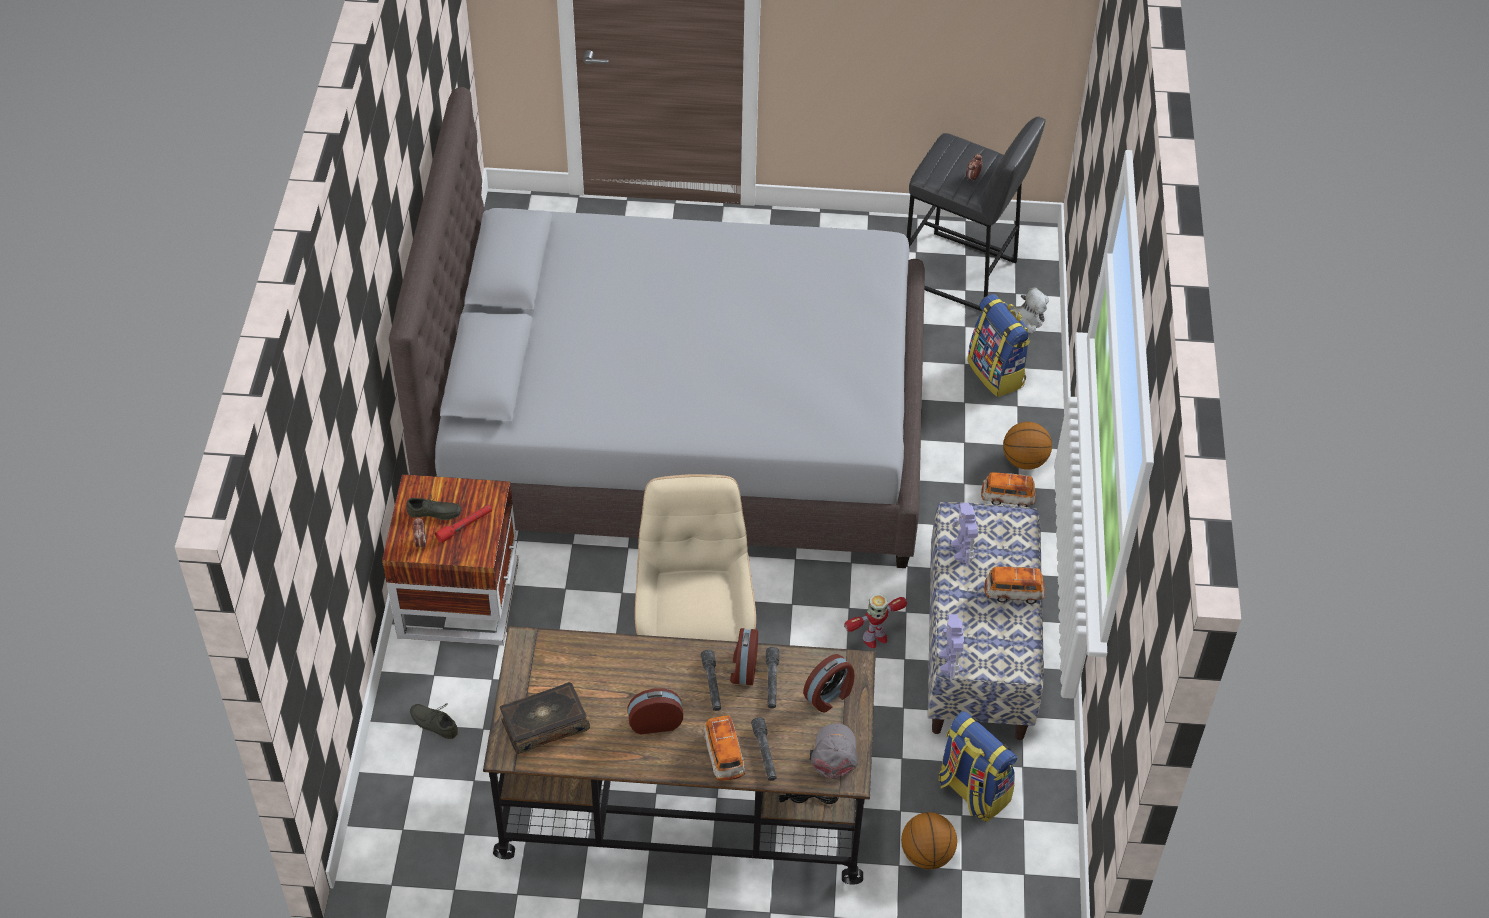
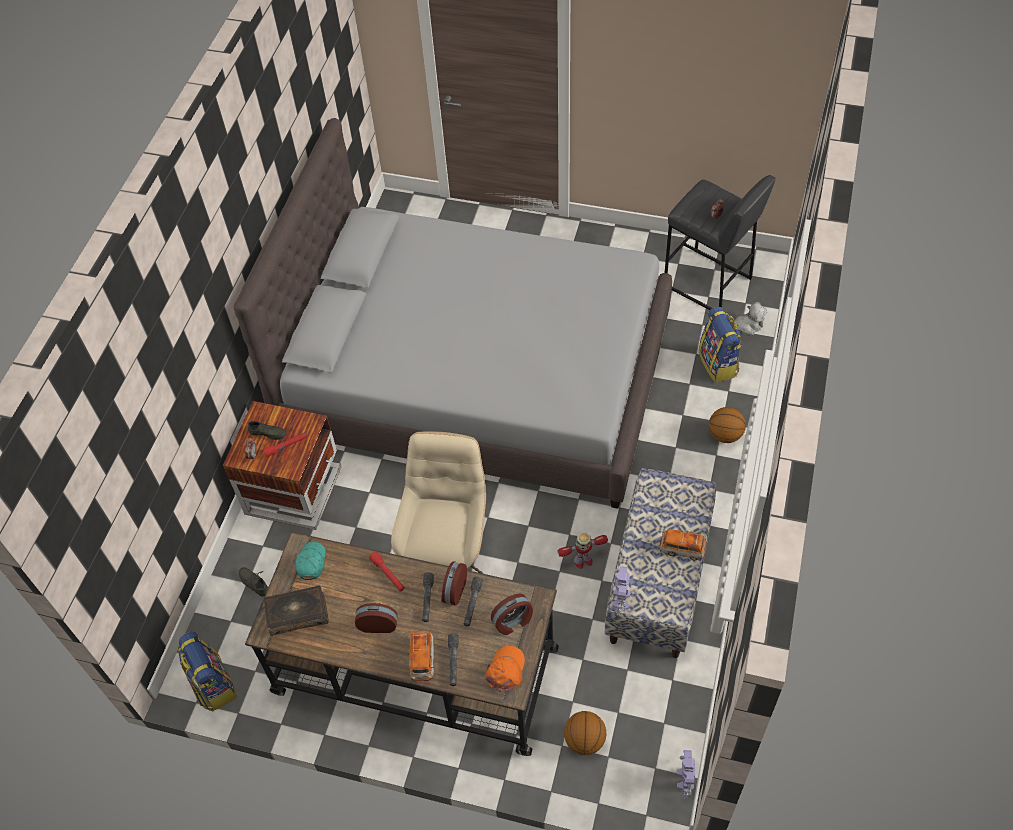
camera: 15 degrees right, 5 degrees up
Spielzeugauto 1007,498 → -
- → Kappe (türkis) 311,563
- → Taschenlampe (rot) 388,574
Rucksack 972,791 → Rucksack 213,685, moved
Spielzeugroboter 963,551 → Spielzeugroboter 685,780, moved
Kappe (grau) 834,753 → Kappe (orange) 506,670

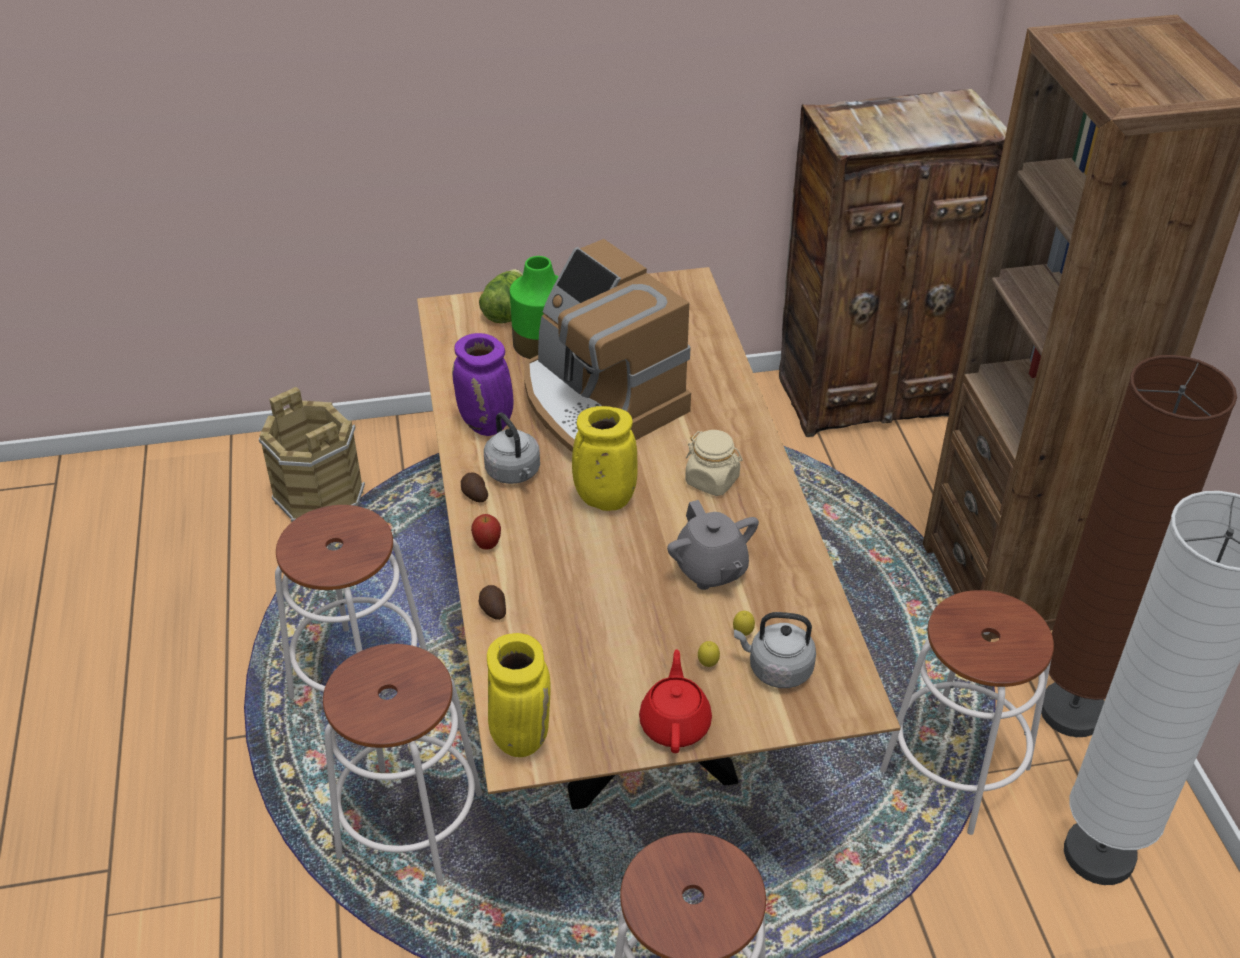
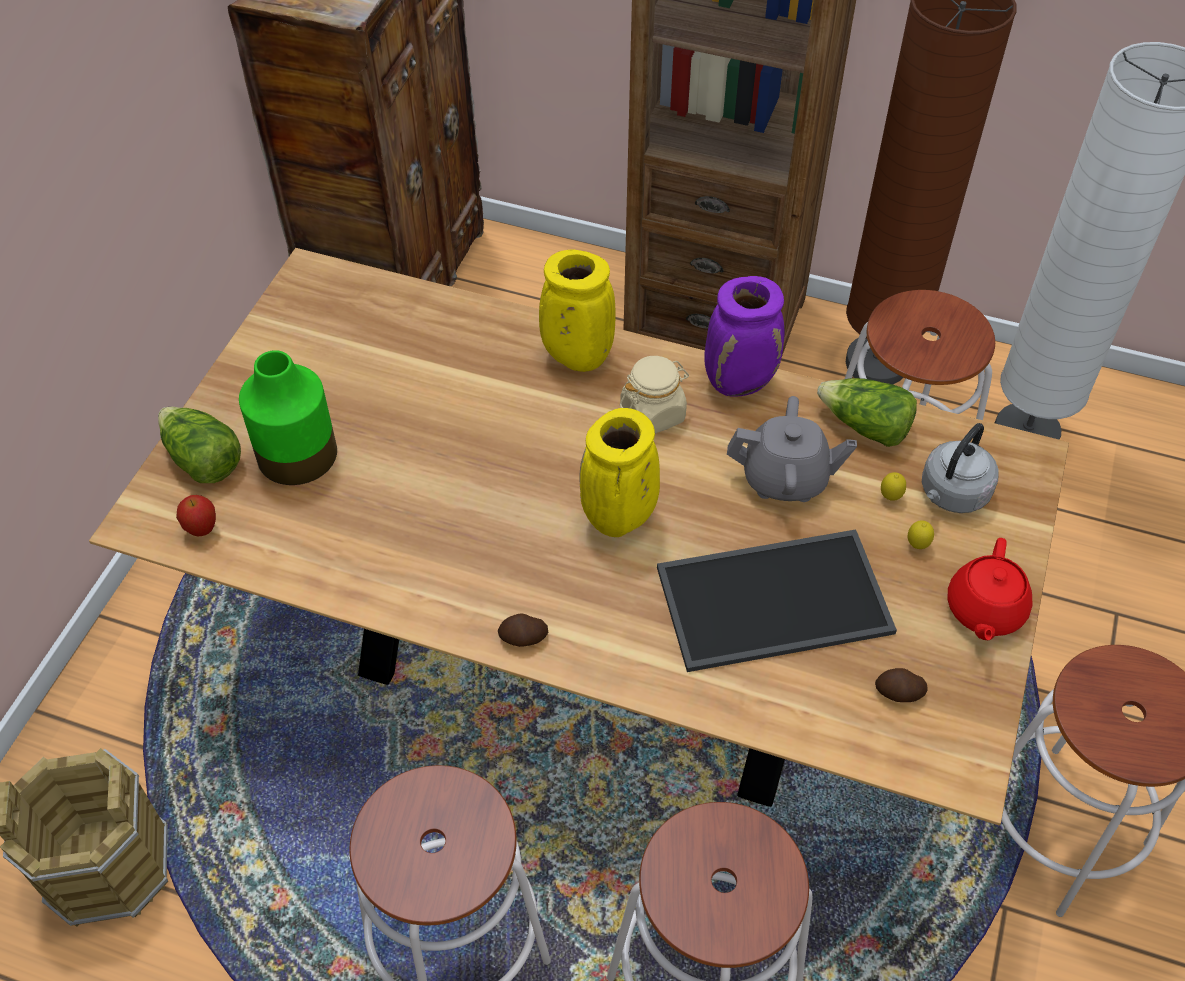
camera: 60 degrees left, 10 degrees up
Wasserkessel (grau) 514,473 → -
Kaffeemaschine 597,403 → -
- → Tablett 772,603
- → Salatkopf 865,427
Vase (lila) 487,425 → Vase (lila) 740,382, moved
Apfel 487,545 → Apfel 202,529, moved
Kartoffel 493,609 → Kartoffel 899,693, moved
Vase (gelb) 519,736 → Vase (gelb) 575,357, moved
Teekanne (rot) 675,724 → Teekanne (rot) 984,610, 105 degrees counterclockwise

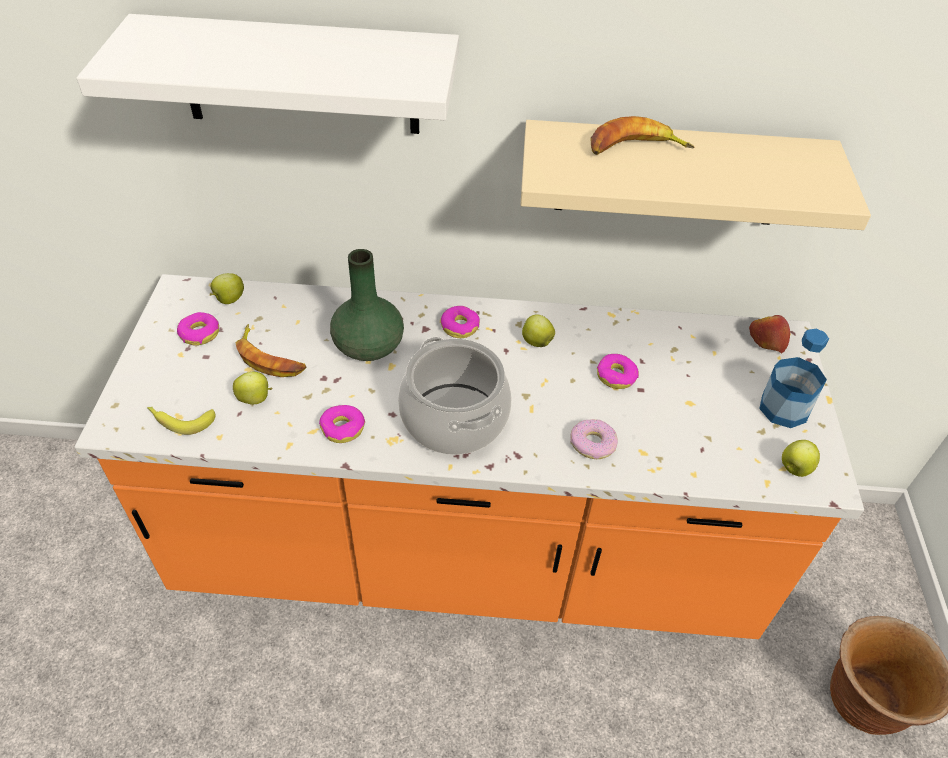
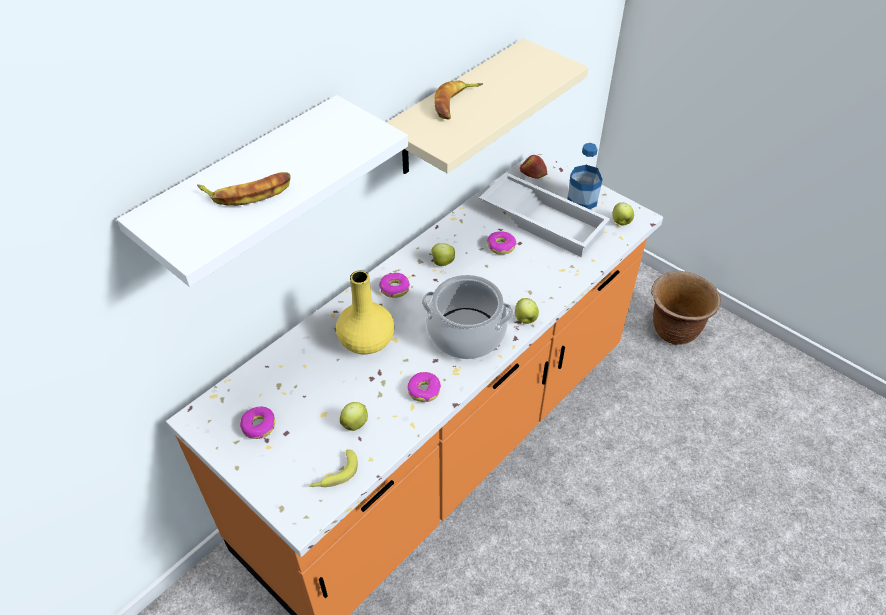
camera: 50 degrees left, 0 degrees up
Donut 592,443 → -
- → Tablett (weiß) 544,220
Apfel 229,300 → Apfel 525,319, moved
Banane 270,358 → Banane 248,192, moved
Vase (grün) 368,347 → Vase (gelb) 366,342

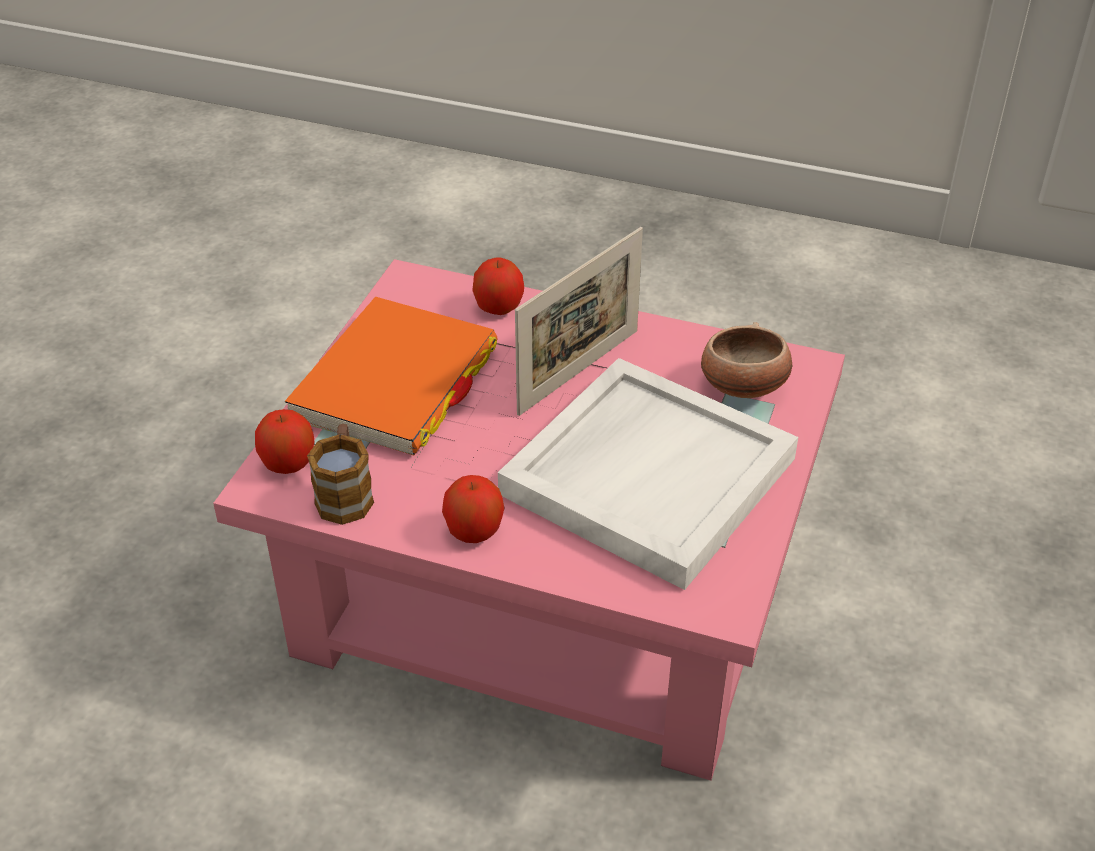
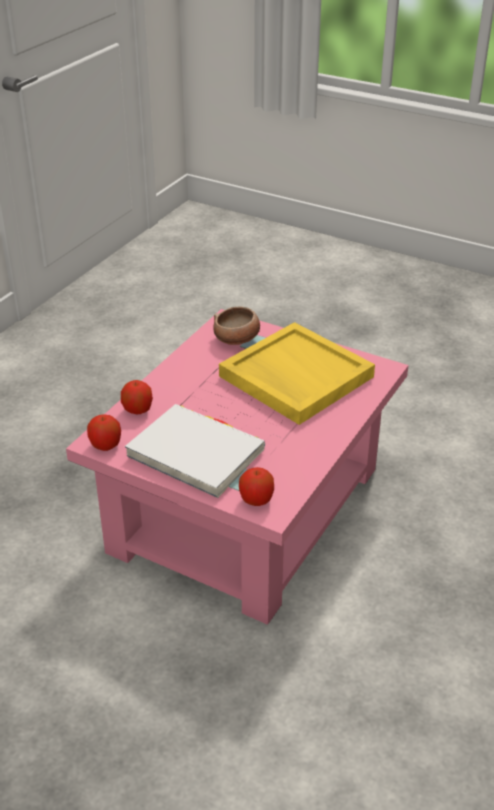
camera: 80 degrees left, 5 degrees down
Henkelbecher 345,493 → -
Bilderrahmen 579,371 → -
Apfel 474,531 → Apfel 105,445, moved
Buch (orange) 396,383 → Buch (weiß) 196,454
Tablett (weiß) 647,474 → Tablett (gelb) 294,376

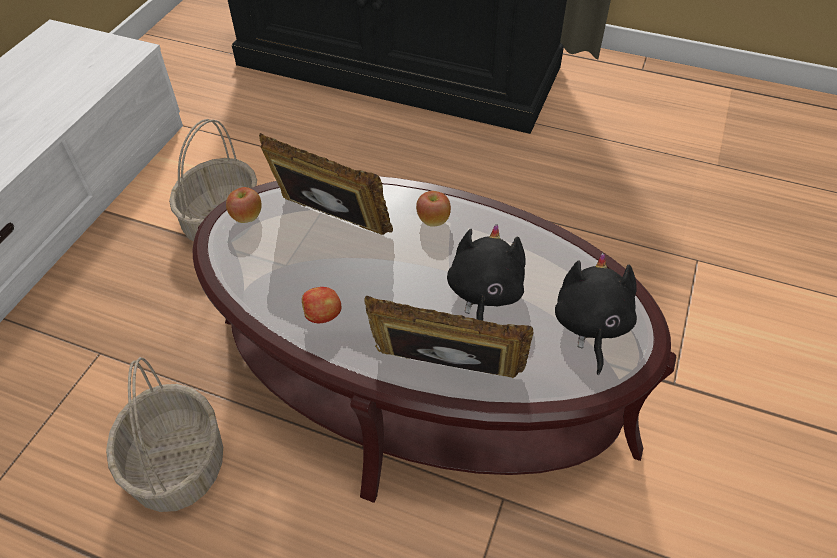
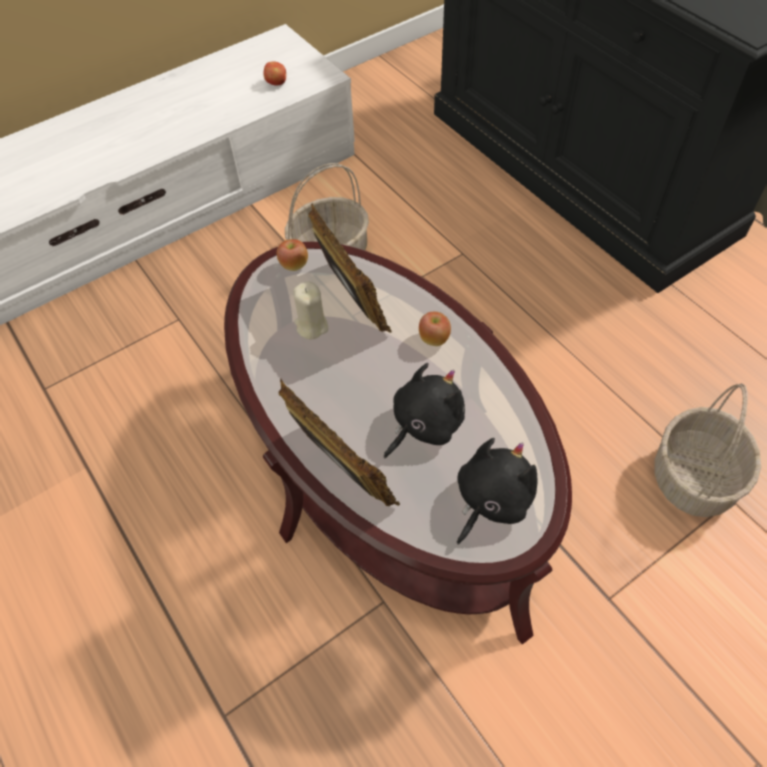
camera: 35 degrees right, 5 degrees up
- → Kerze (beige) 311,326
Korb 177,463 → Korb 693,477, moved
Apfel 323,315 → Apfel 277,83, moved

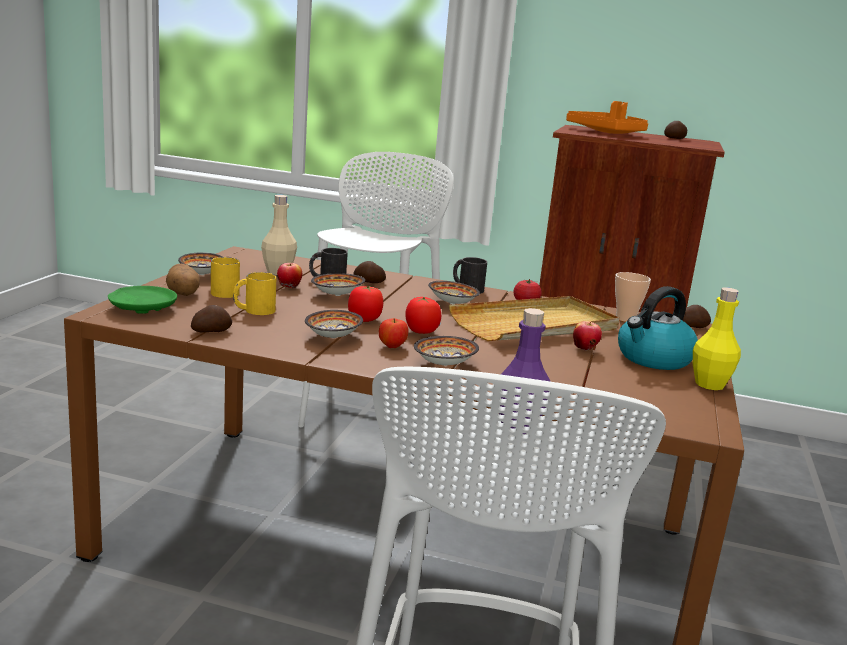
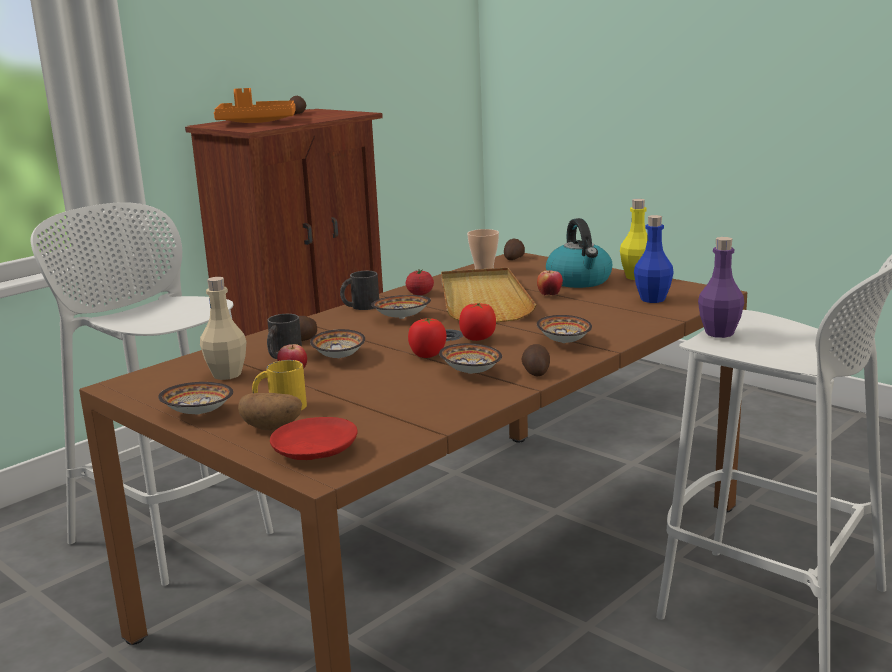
camera: 60 degrees left, 0 degrees up
Henkelbecher (gelb) 253,310 → -
Apfel 392,346 → -
- → Flasche (blau) 652,299
Kartoffel 211,331 → Kartoffel 536,372, moved
Teller (grün) 142,308 → Teller (rot) 314,451

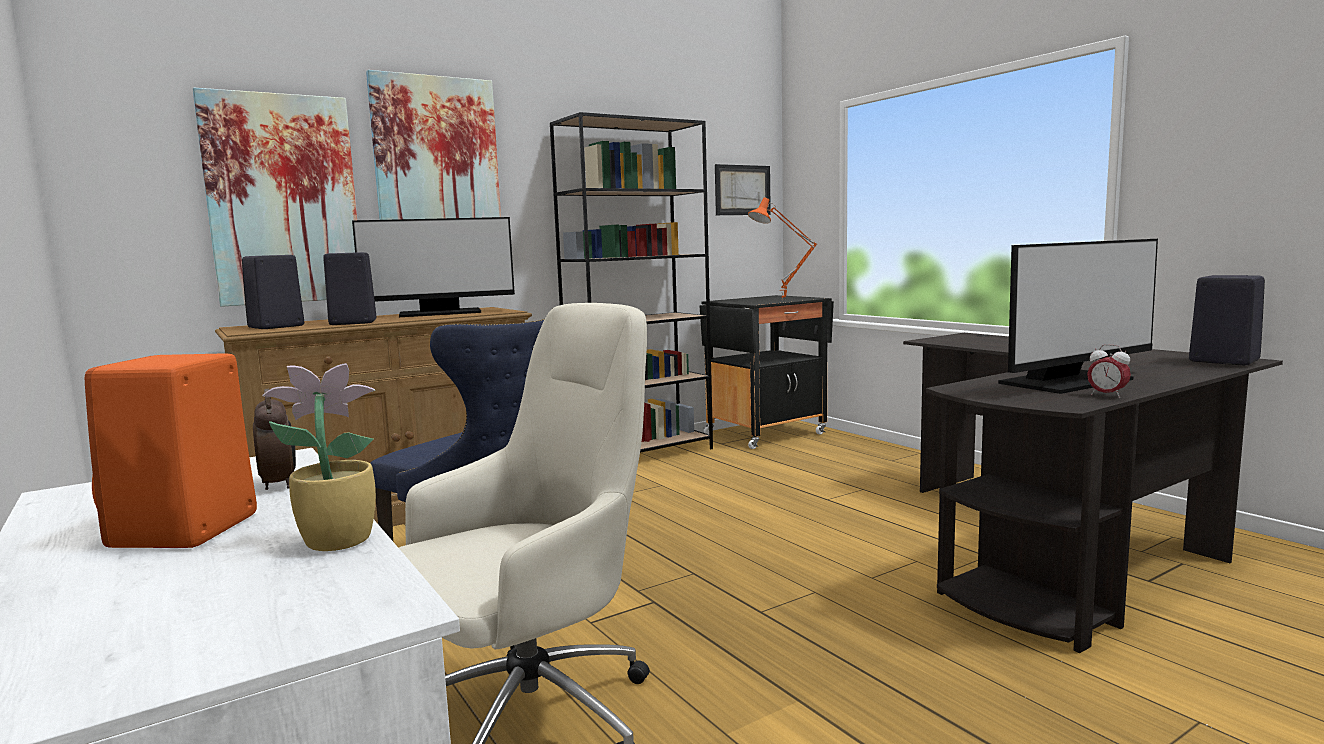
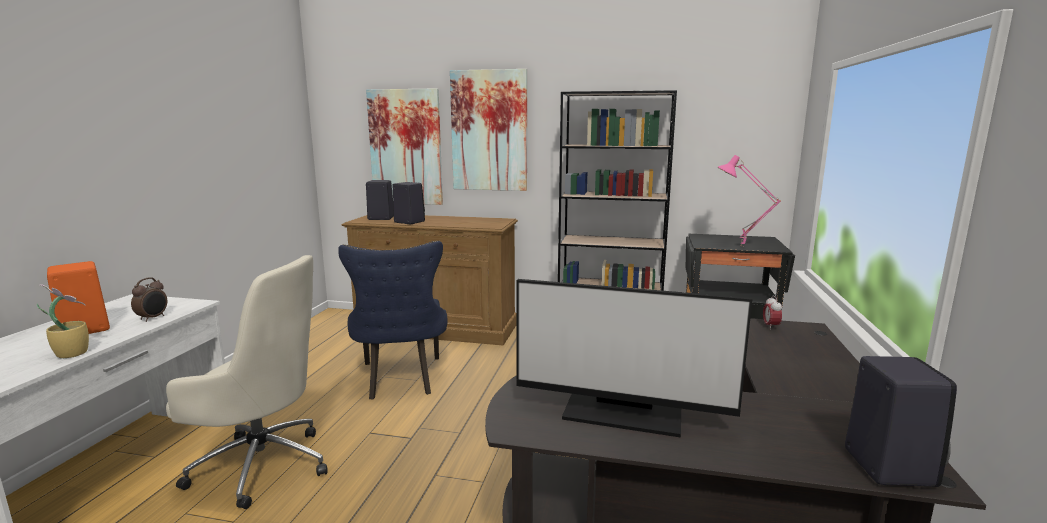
camera: 45 degrees right, 5 degrees up
Monitor 440,313 → -
Bild 742,190 → -
Wecker 1107,395 → Wecker 770,326, moved
Tischlampe (orange) 783,300 → Tischlampe (rosa) 741,246

